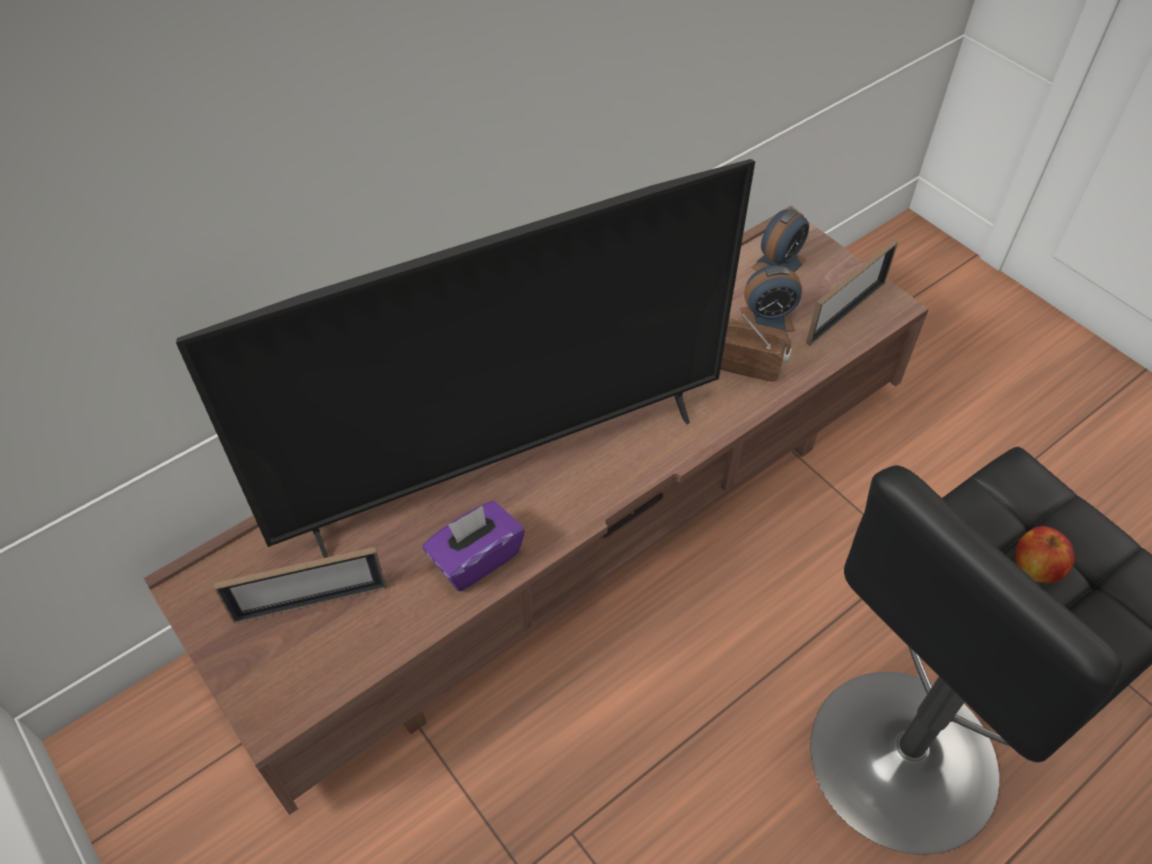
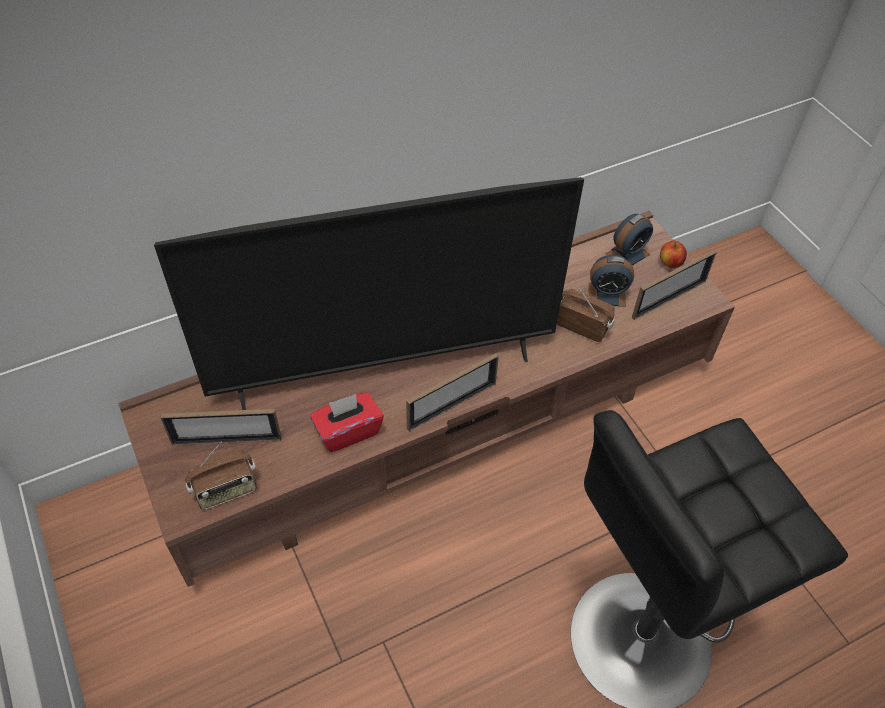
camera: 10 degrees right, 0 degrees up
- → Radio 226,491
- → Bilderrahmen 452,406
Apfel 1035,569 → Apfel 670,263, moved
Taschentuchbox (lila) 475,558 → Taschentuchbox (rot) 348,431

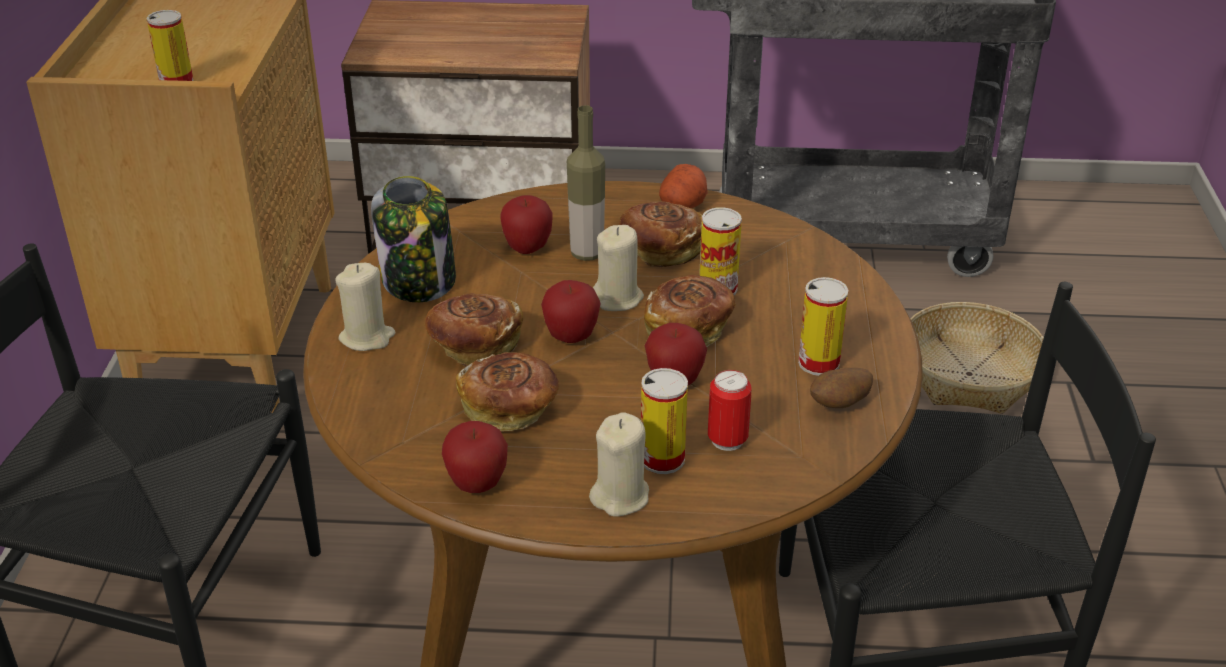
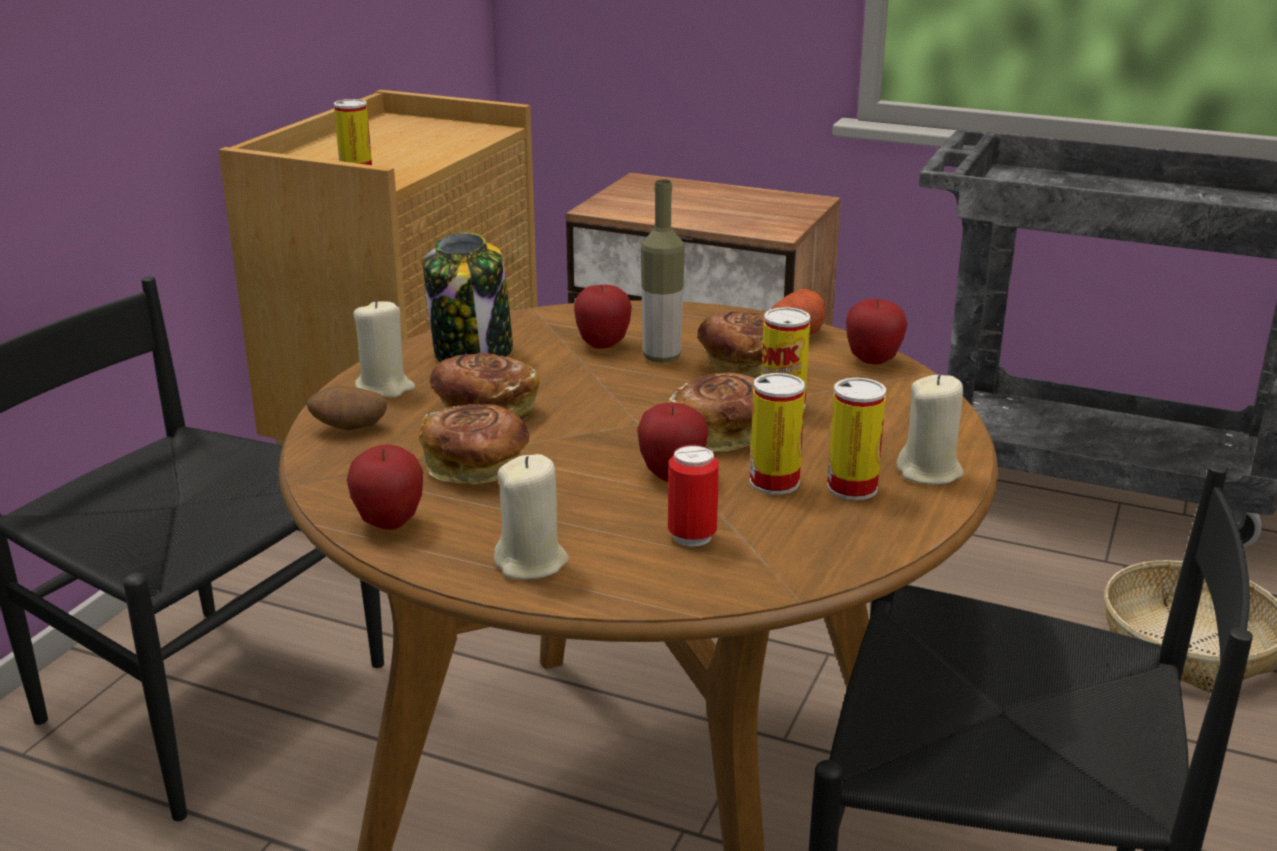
camera: 20 degrees right, 10 degrees down
Apfel 571,337 → Apfel 873,361, moved
Kerze (beige) 618,298 → Kerze (beige) 930,472, moved
Dose 662,459 → Dose 774,482, moved
Kartoffel 839,405 → Kartoffel 349,429, moved

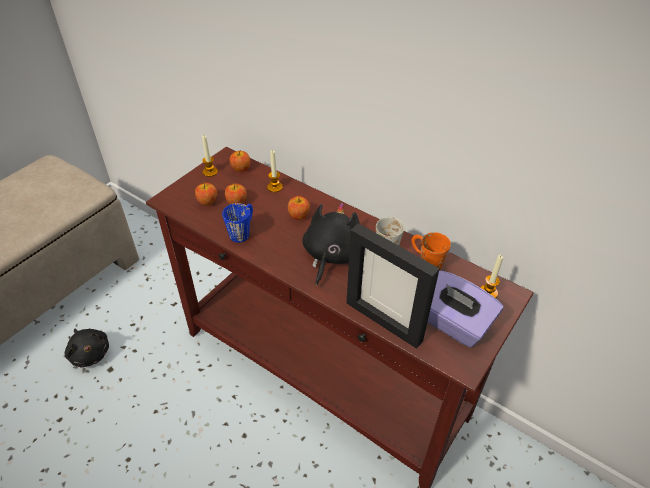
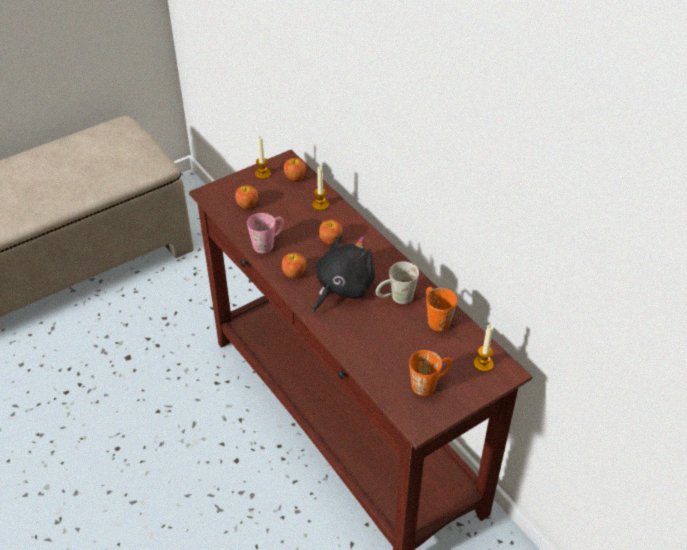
camera: 20 degrees right, 0 degrees up
Plüschtier (schwarz) 90,353 → -
Bilderrahmen 384,320 → -
Apfel 236,202 → Apfel 294,273, moved
Taschentuchbox (lila) 453,323 → Henkelbecher (orange) 430,383
Henkelbecher (blau) 242,231 → Henkelbecher (rosa) 268,243

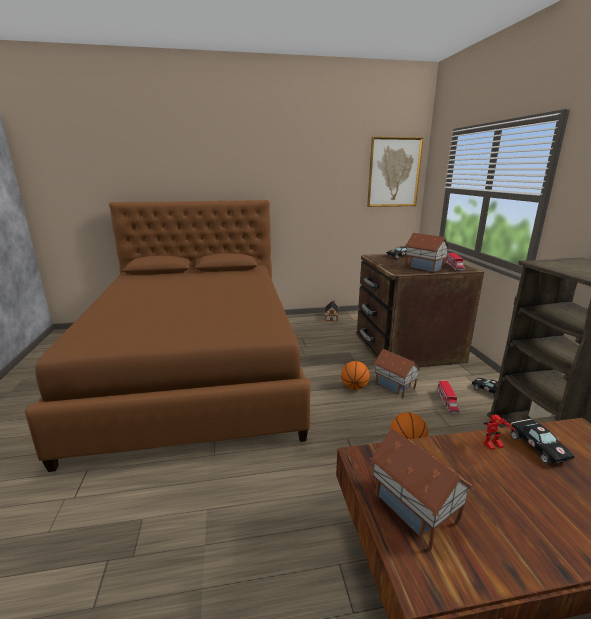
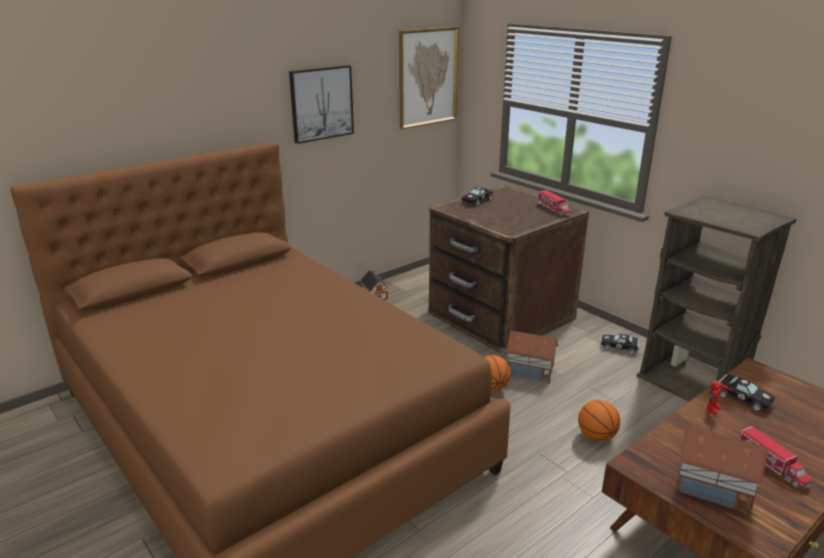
camera: 30 degrees left, 5 degrees up
Spielzeughaus 424,267 → -
- → Bild 321,103
Spielzeuglaster 447,401 → Spielzeuglaster 771,464, moved

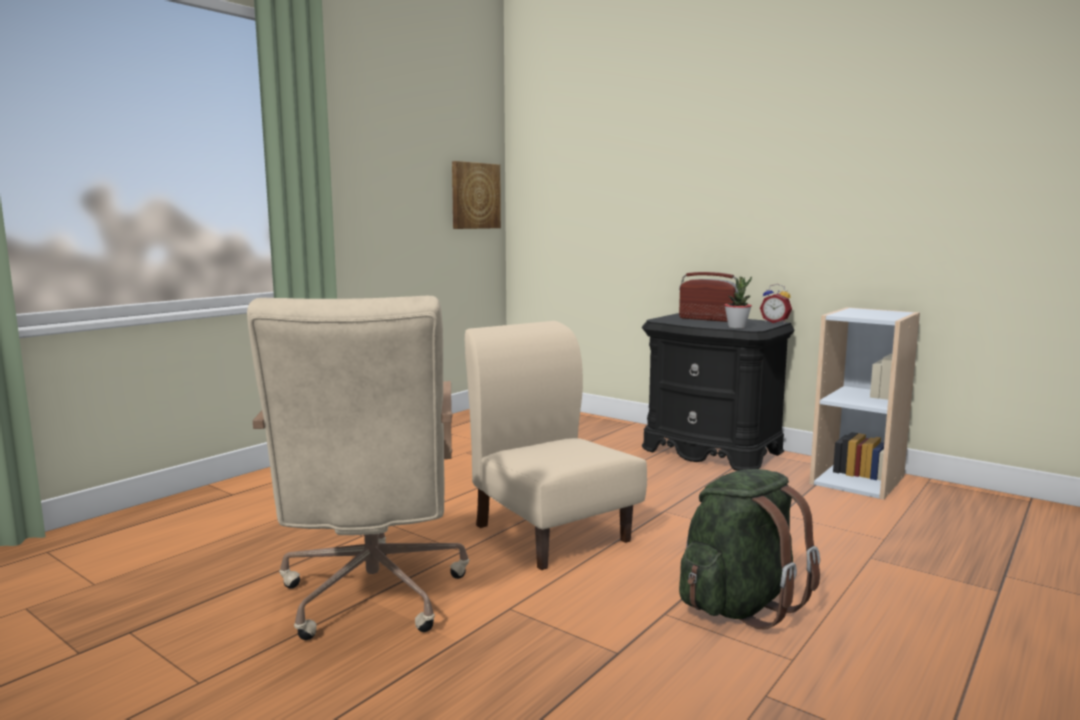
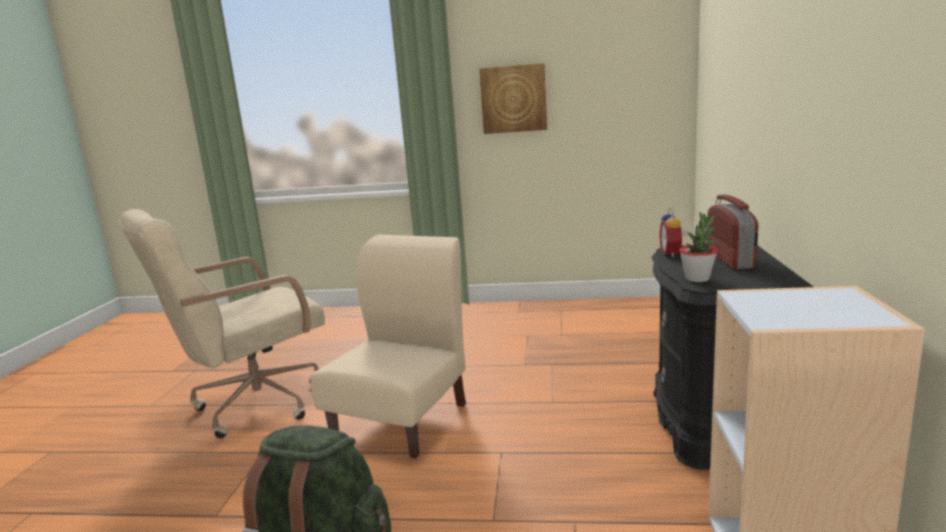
camera: 60 degrees right, 5 degrees up
Bild 475,196 → Bild 513,99, moved
Wecker 775,322 → Wecker 673,254, moved

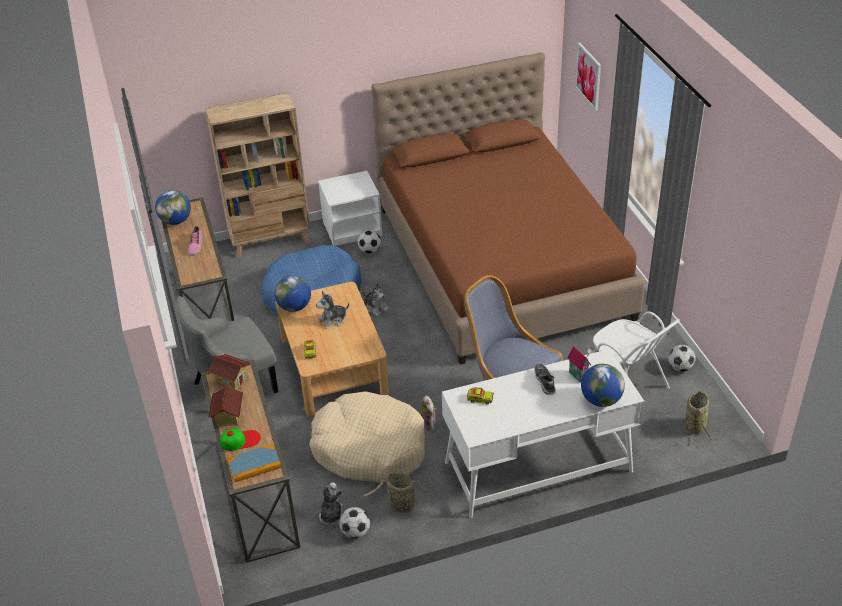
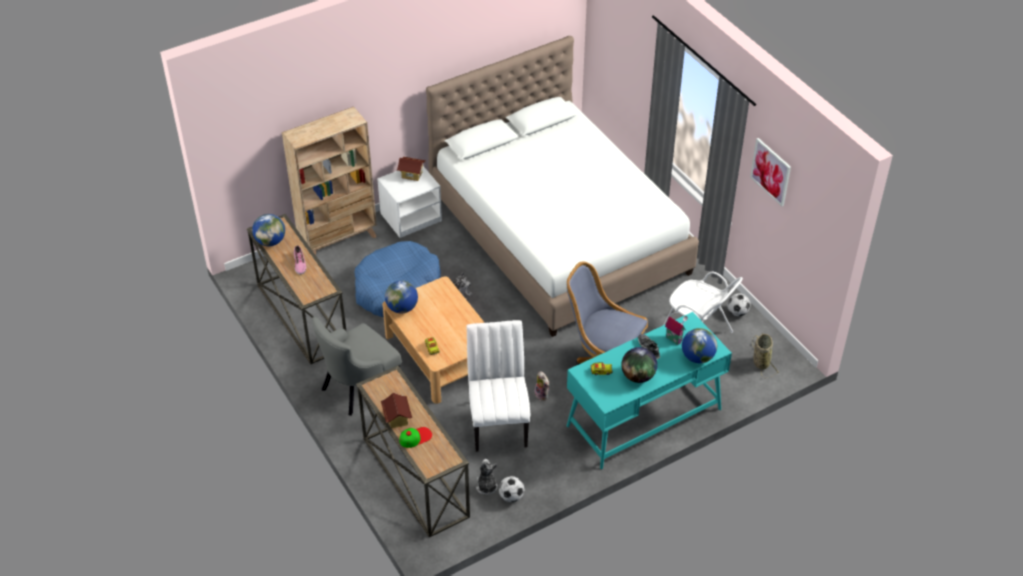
camera: 15 degrees left, 5 degrees up
Buch 254,465 → -
Plüschtier 333,320 → -
Fußball 369,251 → -
Korb 400,505 → -
- → Globus 638,376
Spielzeughaus 231,380 → Spielzeughaus 412,174, moved
Bild 588,76 → Bild 771,171, moved
Hundebett (beige) 369,448 → Stuhl (weiß) 498,424
Bett (braun) 501,261 → Bett (weiß) 558,233
Schreibtisch (weiß) 537,466 → Schreibtisch (türkis) 643,417

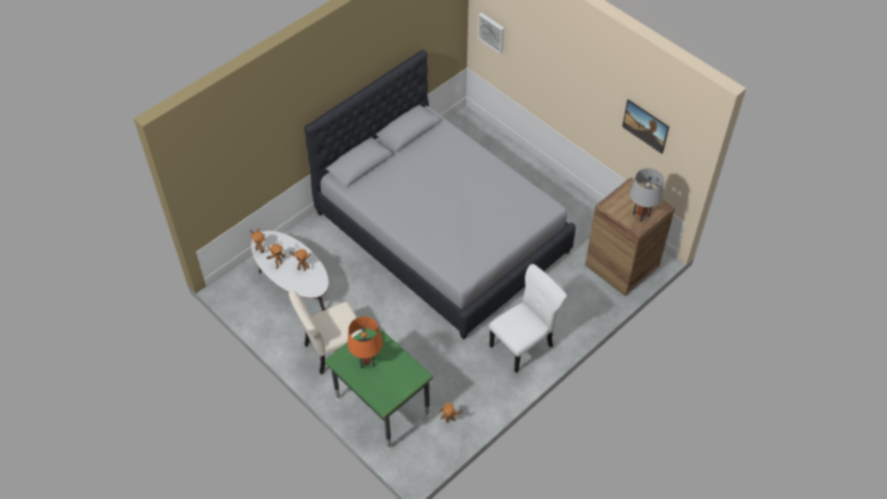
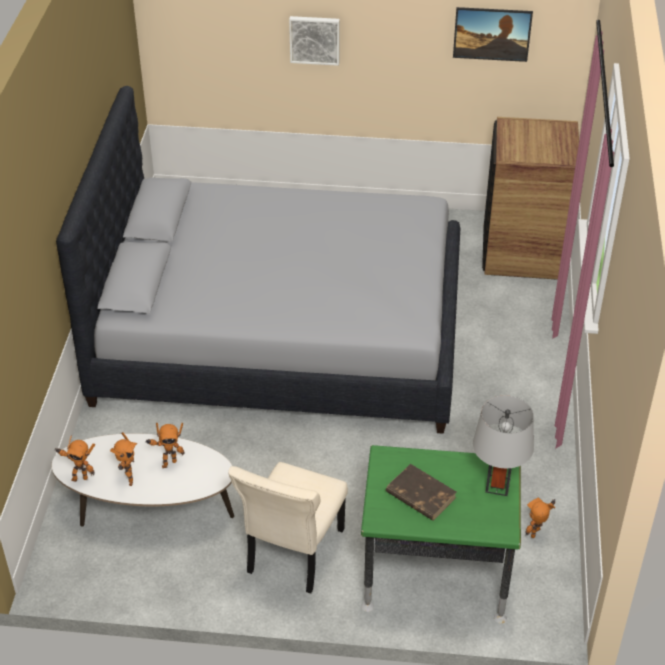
camera: 40 degrees left, 10 degrees down
Stuhl (weiß) 523,345 → -
Bild 492,32 → Bild 315,39, moved
Tischlampe (grau) 641,215 → Tischlampe (grau) 497,485, moved
Tischlampe (orange) 367,361 → Buch (braun) 420,495

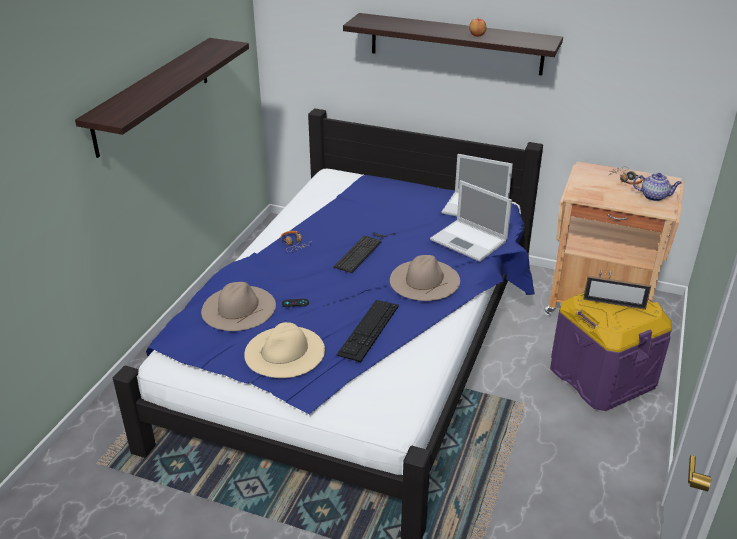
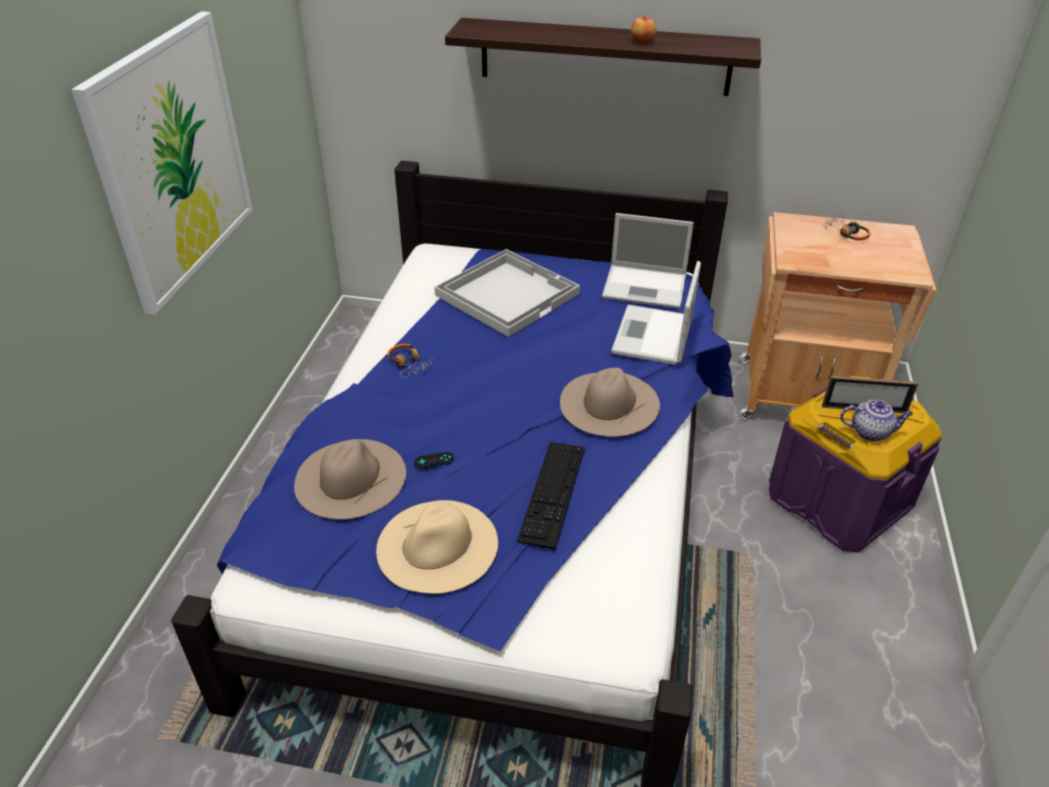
camera: 10 degrees left, 5 degrees up
Tastatur 363,251 → -
- → Tablett (weiß) 507,293
Teekanne 654,196 → Teekanne 870,432, moved
Wandregal 153,95 → Bild 173,159
Laptop 469,241 → Laptop 653,336, 75 degrees clockwise

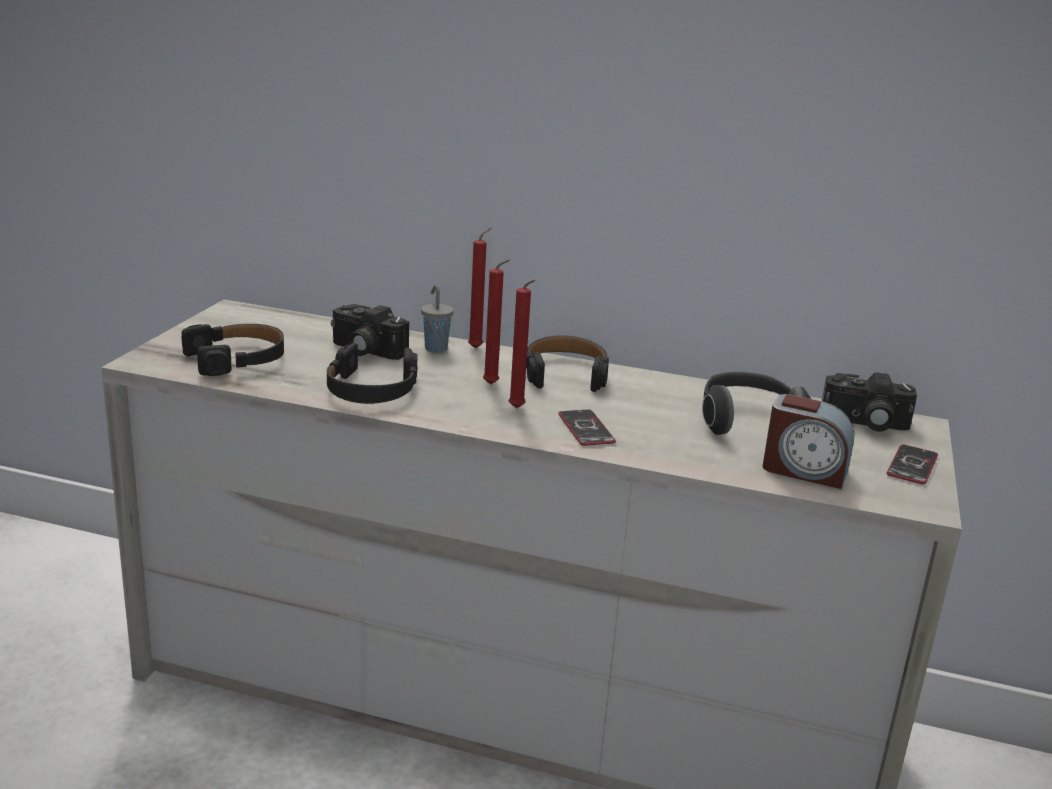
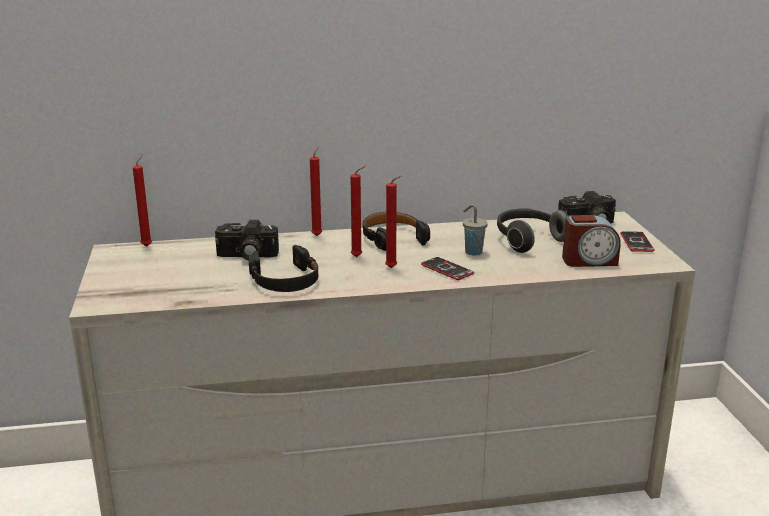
camera: 25 degrees left, 0 degrees up
Kopfhörer (schwarz) 237,359 → -
- → Kerze (rot) 148,245
Tasse (grau) 435,348 → Tasse (grau) 472,252, moved

